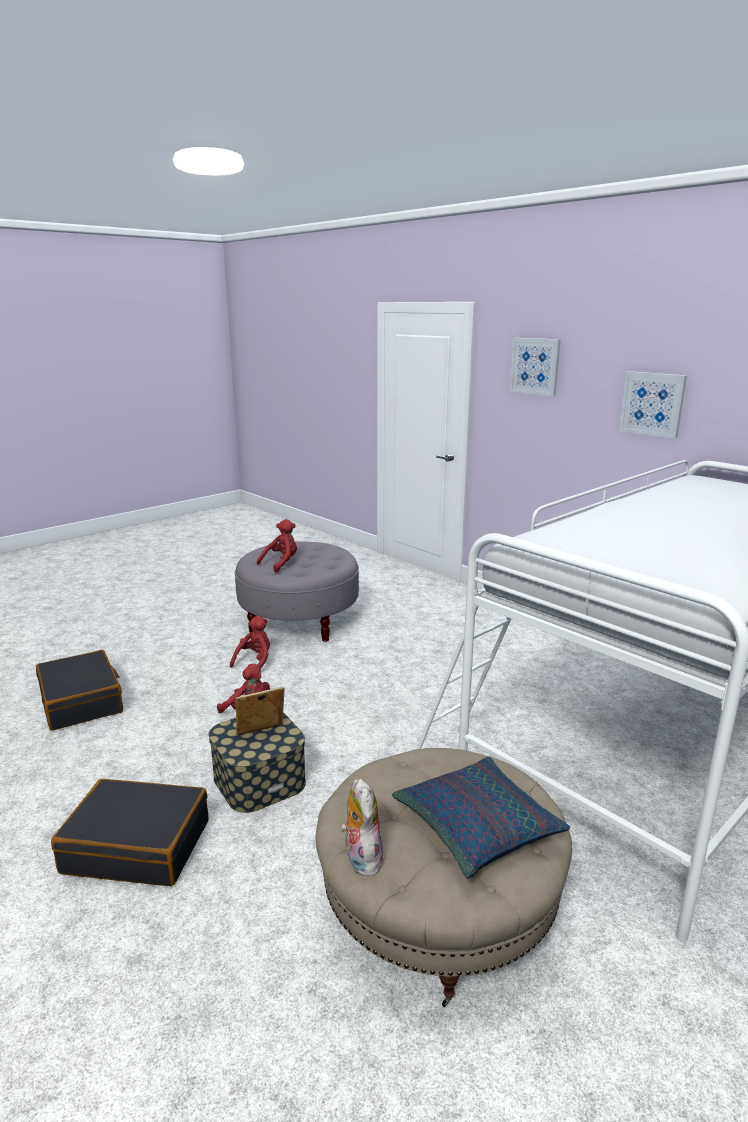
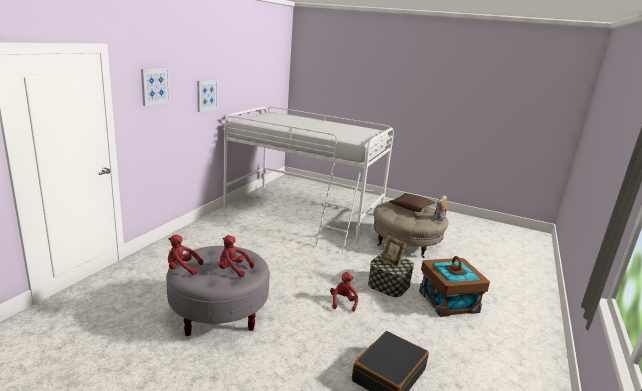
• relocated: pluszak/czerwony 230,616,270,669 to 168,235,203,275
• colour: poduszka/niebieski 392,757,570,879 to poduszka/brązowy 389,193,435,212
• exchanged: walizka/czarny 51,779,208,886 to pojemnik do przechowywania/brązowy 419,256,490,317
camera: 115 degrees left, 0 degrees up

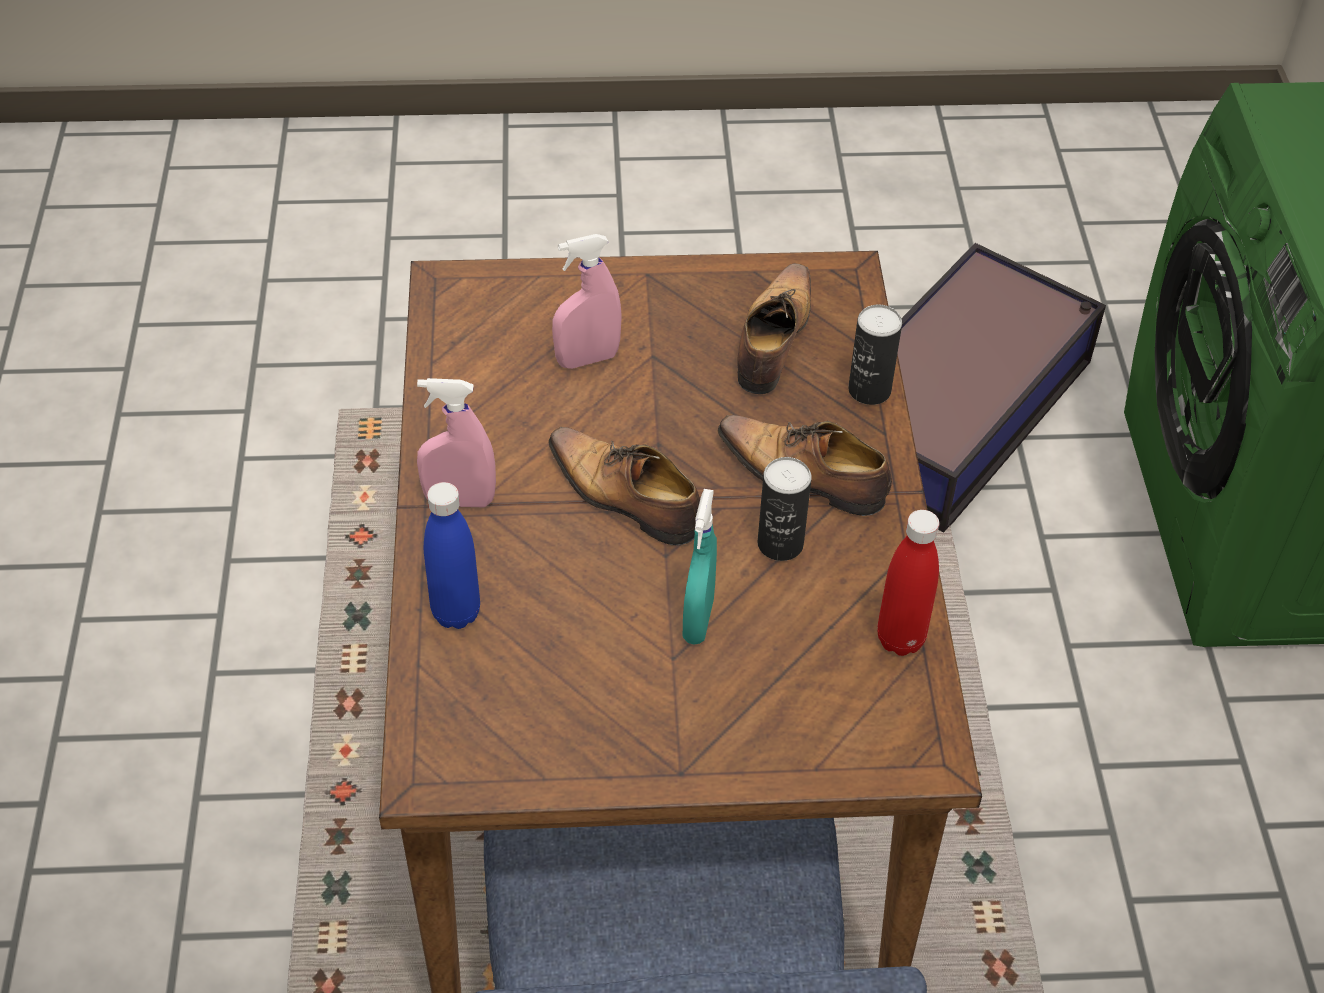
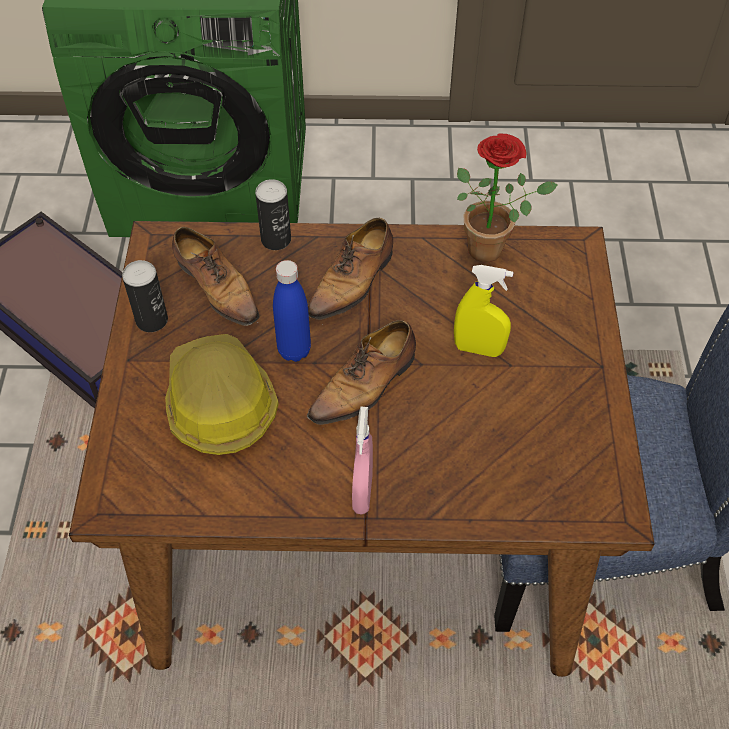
• relocated: puszka 757,457,812,561 to 122,260,168,332
• exchanged: spryskiwacz/różowy 552,234,622,369 to kask 165,334,279,455
• spun: but 737,263,811,394 = 172,227,259,326 150 degrees counterclockwise
• relocated: butelka/niebieski 424,482,480,629 to 273,260,311,362
• colour: spryskiwacz/turkusowy 683,489,717,644 to spryskiwacz/żółty 454,265,513,357
• exchanged: butelka/czerwony 877,510,939,656 to roślina doniczkowa 457,134,558,262
camera: 85 degrees left, 5 degrees up

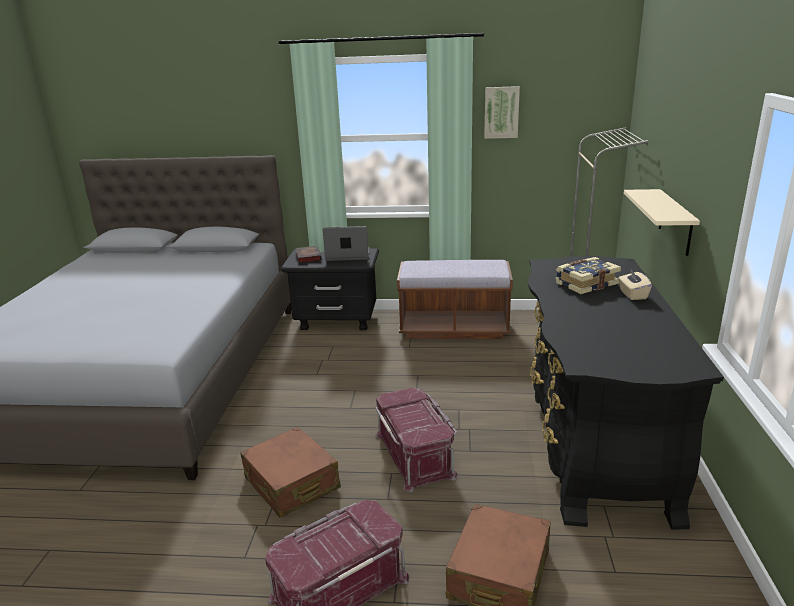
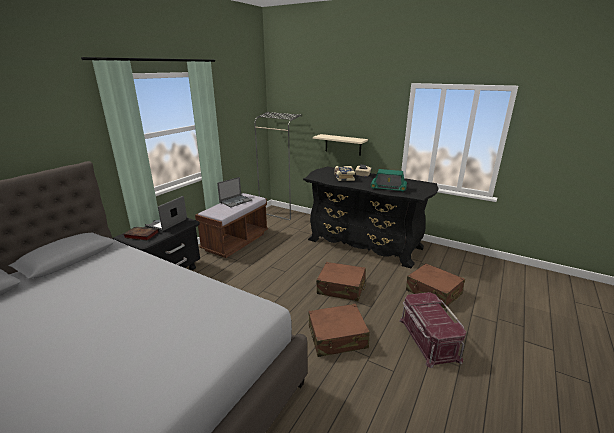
• appeared: laptop 217,177,253,207
• exchanged: pojemnik do przechowywania/czerwony 375,387,458,492 to walizka/brązowy 316,262,366,301
• appeared: radio 370,169,407,192
• missing: obraz 484,86,520,139
camera: 65 degrees left, 0 degrees up

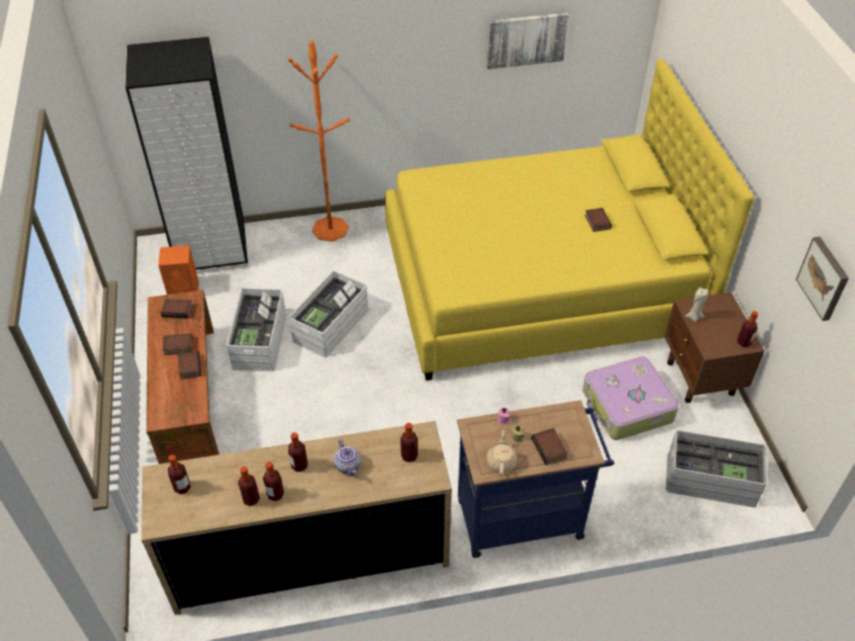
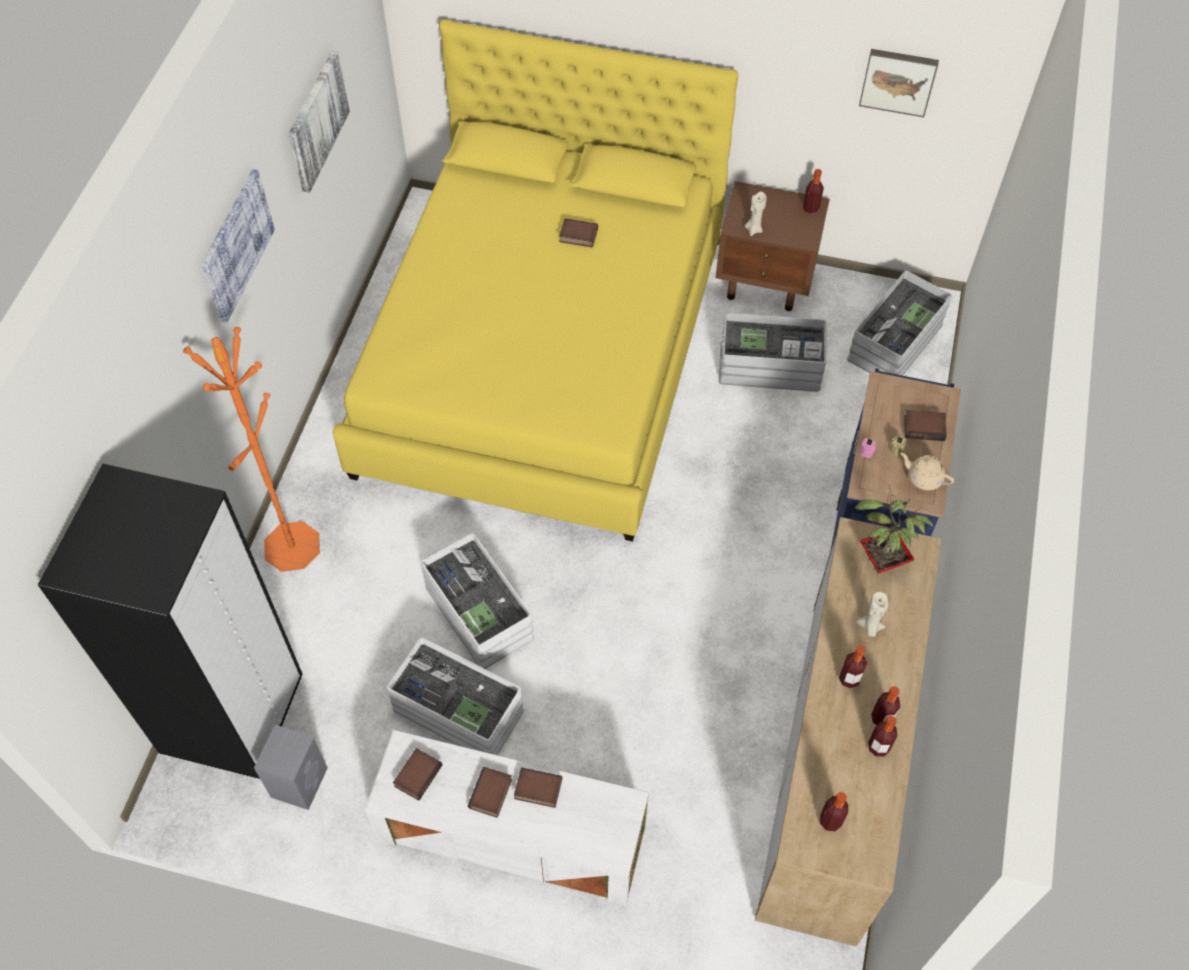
• appeared: obraz 201,169,275,323
• colour: głośnik/pomarańczowy 158,245,199,295 to głośnik/szary 254,725,328,810
• colour: ławka/brązowy 146,290,220,464 to ławka/biały 364,730,649,905
• exchanged: walizka 583,356,679,440 to pojemnik do przechowywania/szary 719,313,827,392
• exchanged: butelka 400,423,418,463 to roślina doniczkowa 855,484,933,574
• exchanged: imbryk 334,440,361,476 to świeca/beżowy 856,592,888,637
camera: 65 degrees left, 10 degrees up

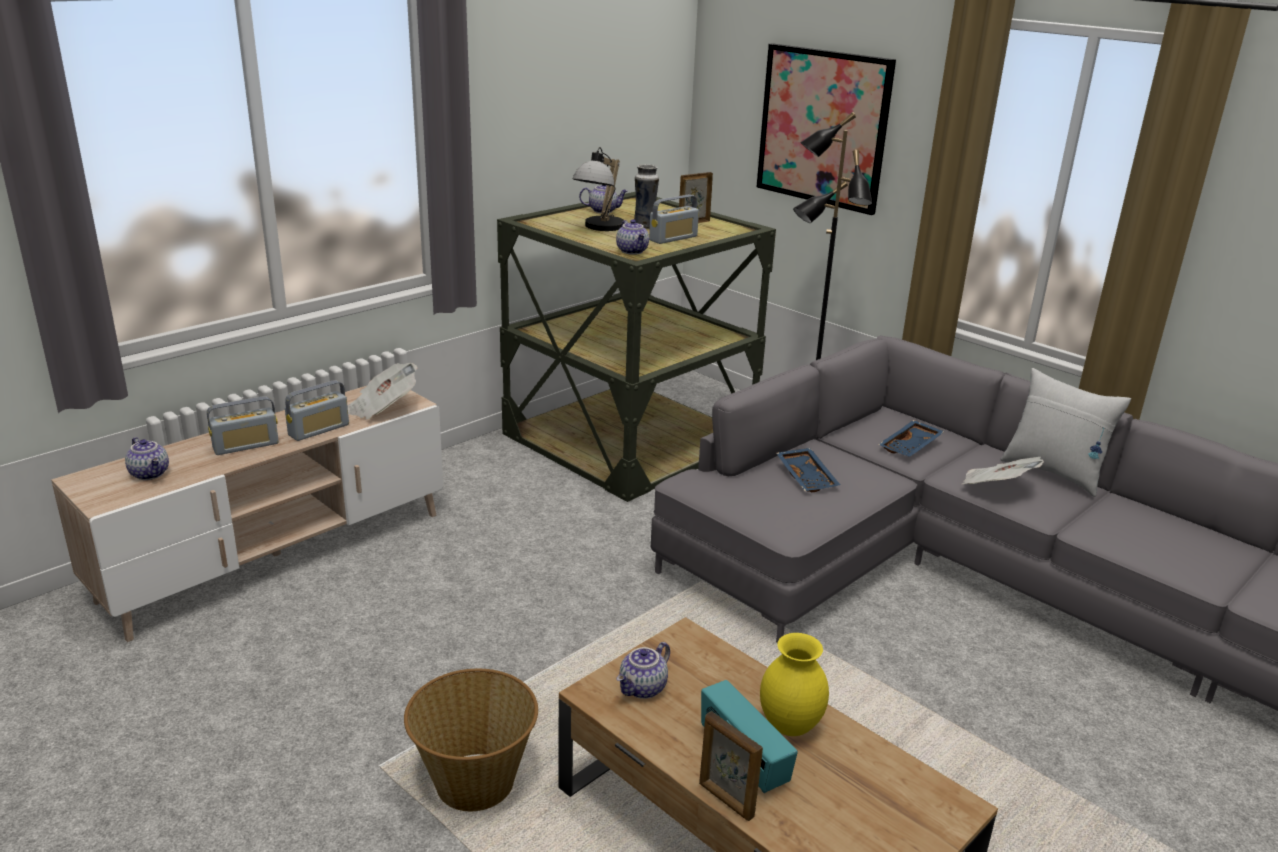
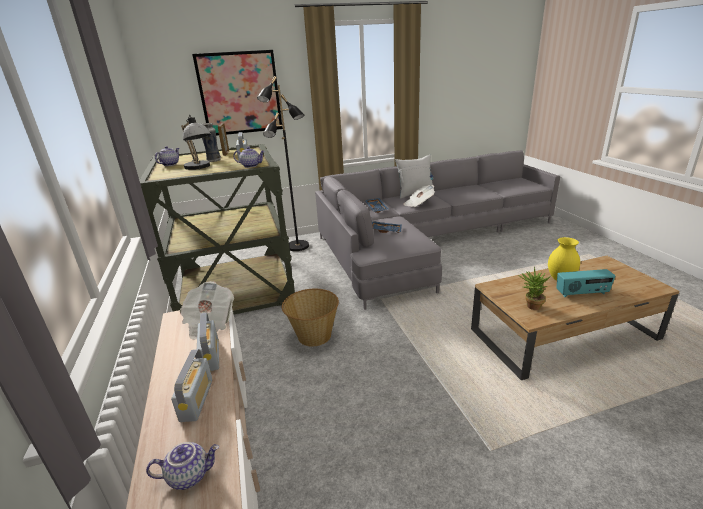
• relocated: koszyk 404,669,538,811 to 282,289,339,347
• exchanged: imbryk 617,642,670,699 to roślina doniczkowa 518,267,552,310
• missing: ramka na zdjęcie 699,711,763,821
camera: 60 degrees left, 0 degrees up

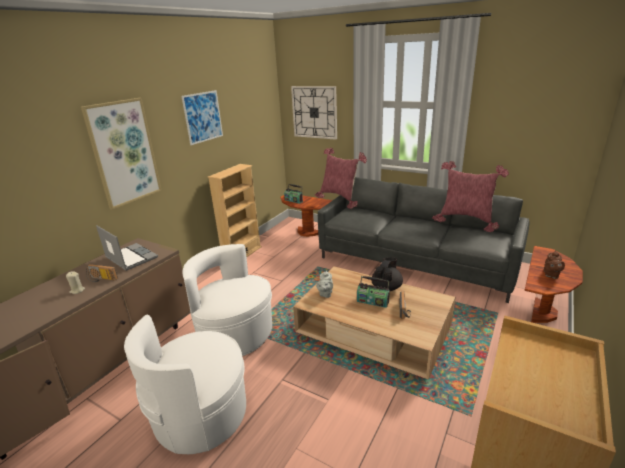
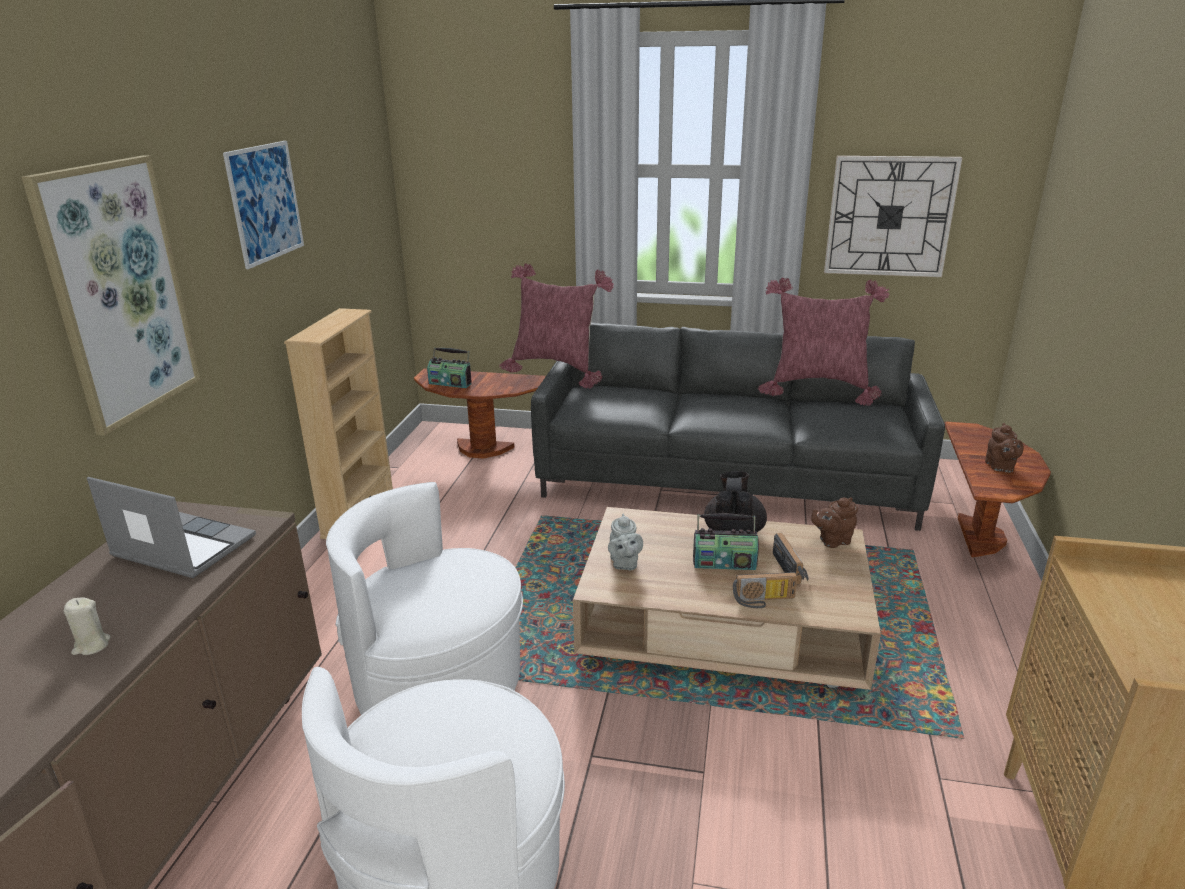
• relocated: radio 86,264,118,282 to 733,572,797,608
• appeared: imbryk/brązowy 811,497,858,548
• relocated: zegar ścienny 291,86,337,140 to 824,156,962,277
camera: 20 degrees left, 0 degrees up

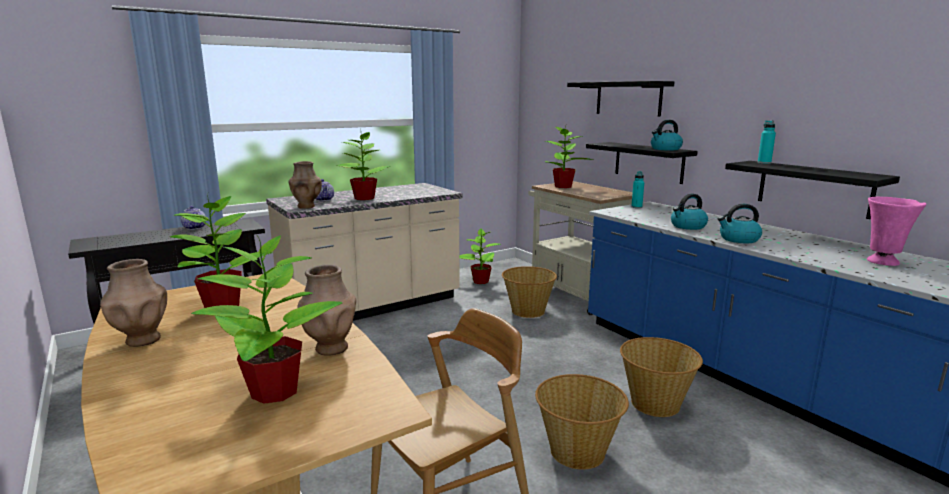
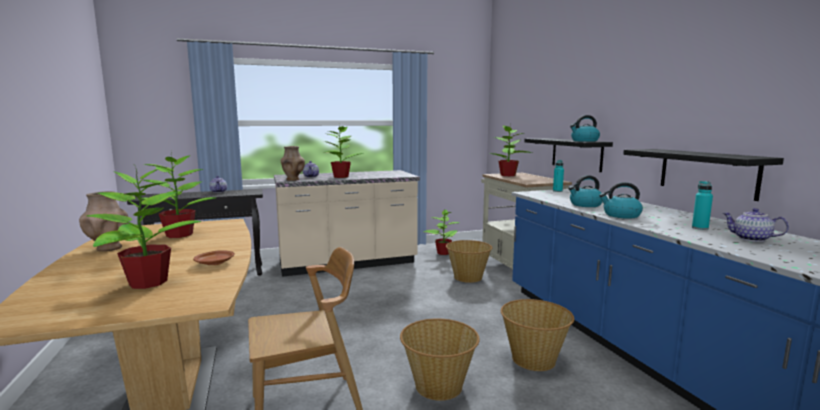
• exchanged: wazon/brązowy 298,265,356,356 to talerz/brązowy 193,250,235,265
• relocated: butelka/turkusowy 758,120,776,164 to 692,181,713,230
• exchanged: wazon/różowy 867,196,927,266 to imbryk 723,208,789,242
• missing: półka/czarny 567,81,674,117
camera: 15 degrees right, 5 degrees down

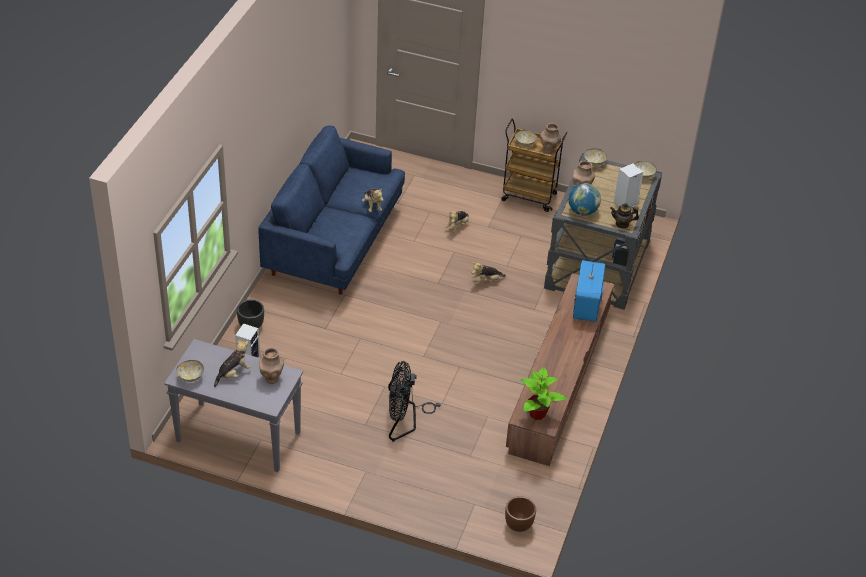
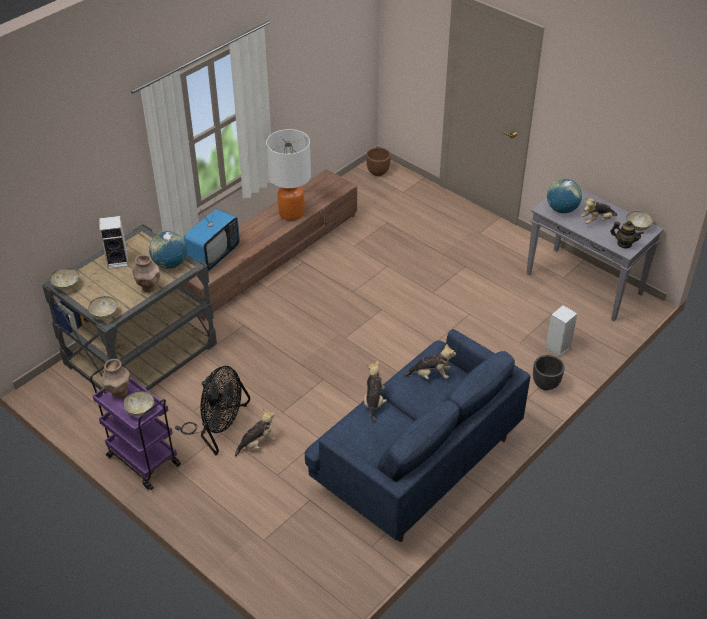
• colour: wózek/brązowy 501,119,568,212 to wózek/fioletowy 90,366,181,490
• relocated: wentylator/czarny 388,361,440,442 to 175,366,250,456
• appeared: lampa stołowa 266,129,311,221
• relocated: pluszak 472,262,506,285 to 404,343,456,379
• exchanged: wazon/brązowy 259,348,284,384 to globus 547,179,582,213
• relocated: imbryk 610,203,639,228 to 610,221,644,248
• missing: roślina doniczkowa 520,367,568,420
camera: 155 degrees left, 0 degrees up

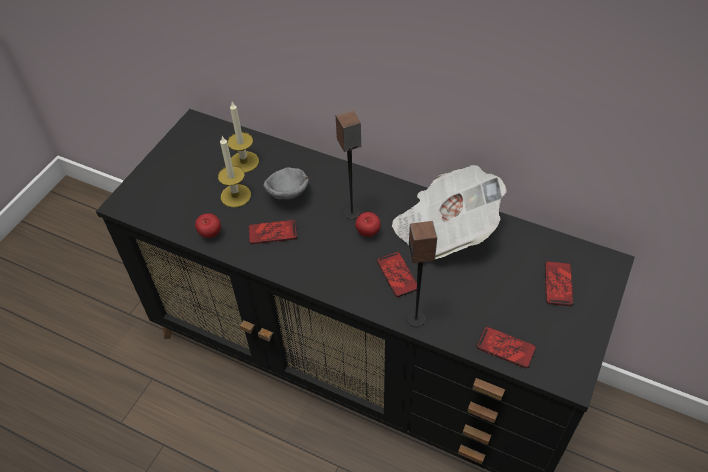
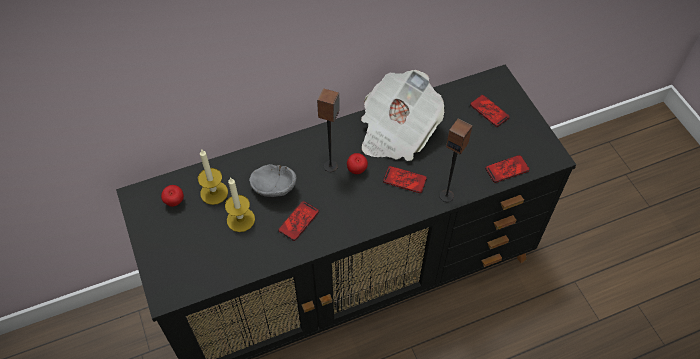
• relocated: jabłko 195,213,221,238 to 161,185,184,207
camera: 50 degrees left, 5 degrees up

